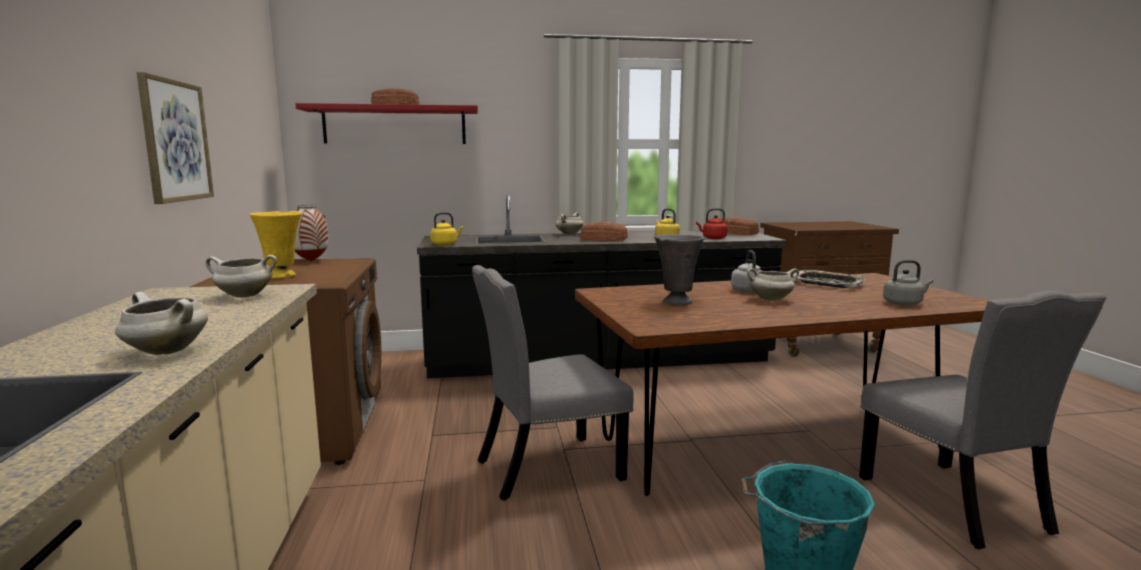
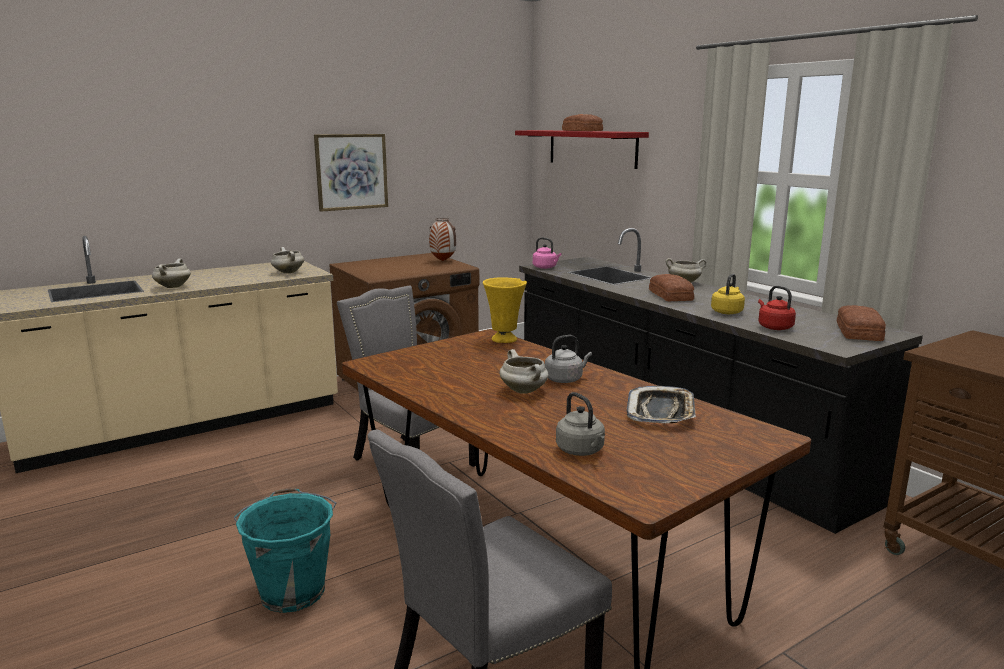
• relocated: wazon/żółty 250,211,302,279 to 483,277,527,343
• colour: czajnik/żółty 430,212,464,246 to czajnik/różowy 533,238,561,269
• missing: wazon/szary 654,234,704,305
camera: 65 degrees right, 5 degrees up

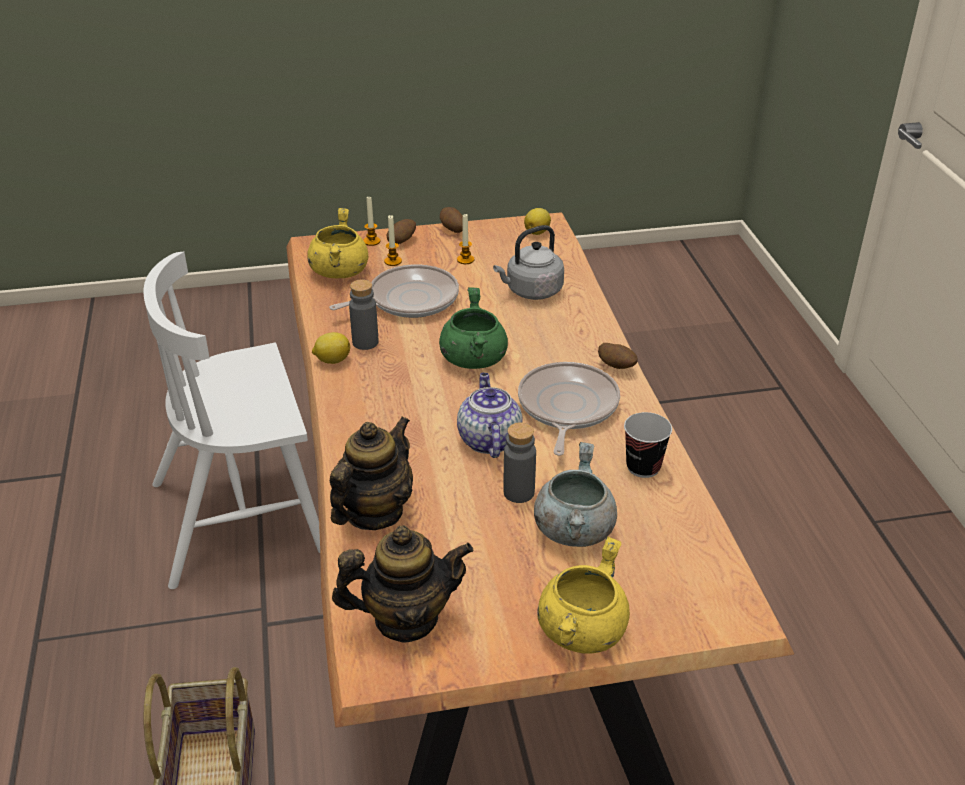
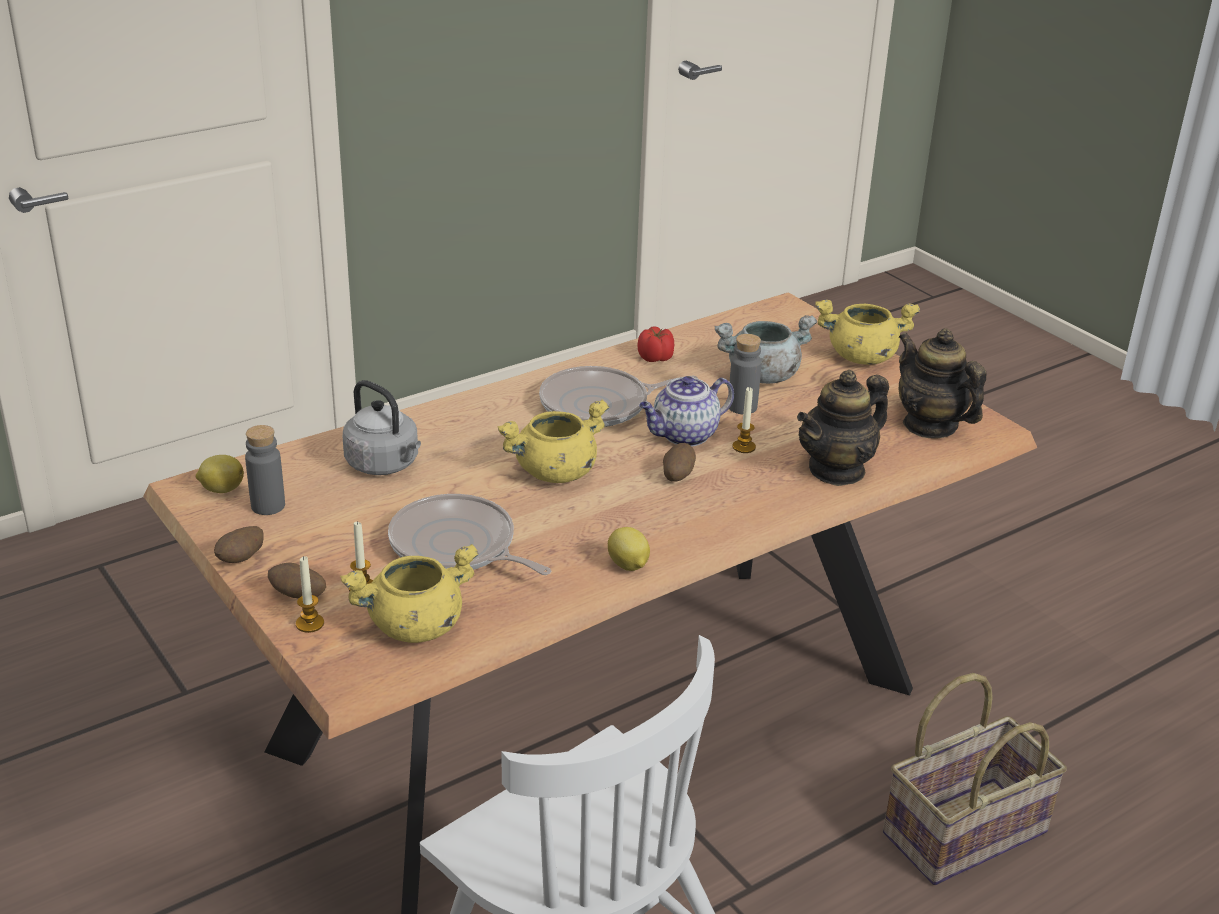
• relocated: butelka/szary 349,279,379,350 to 245,425,285,515
• colour: garnek/zielony 439,287,508,369 to garnek/żółty 497,400,609,483
• exchanged: filiżanka 624,412,672,478 to pomidor 637,326,674,362
• relocated: ziemniak 598,343,638,369 to 663,443,696,482
• relocated: świeca 457,214,474,264 to 732,387,756,453
• spun: imbryk 330,416,413,530 = 797,370,889,486 45 degrees counterclockwise
camera: 115 degrees left, 5 degrees down

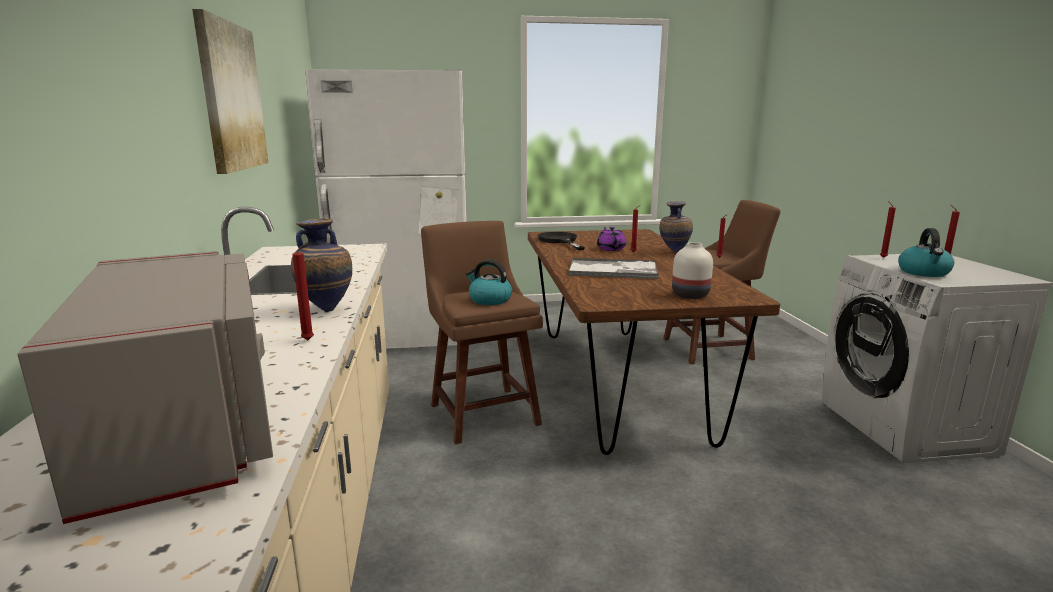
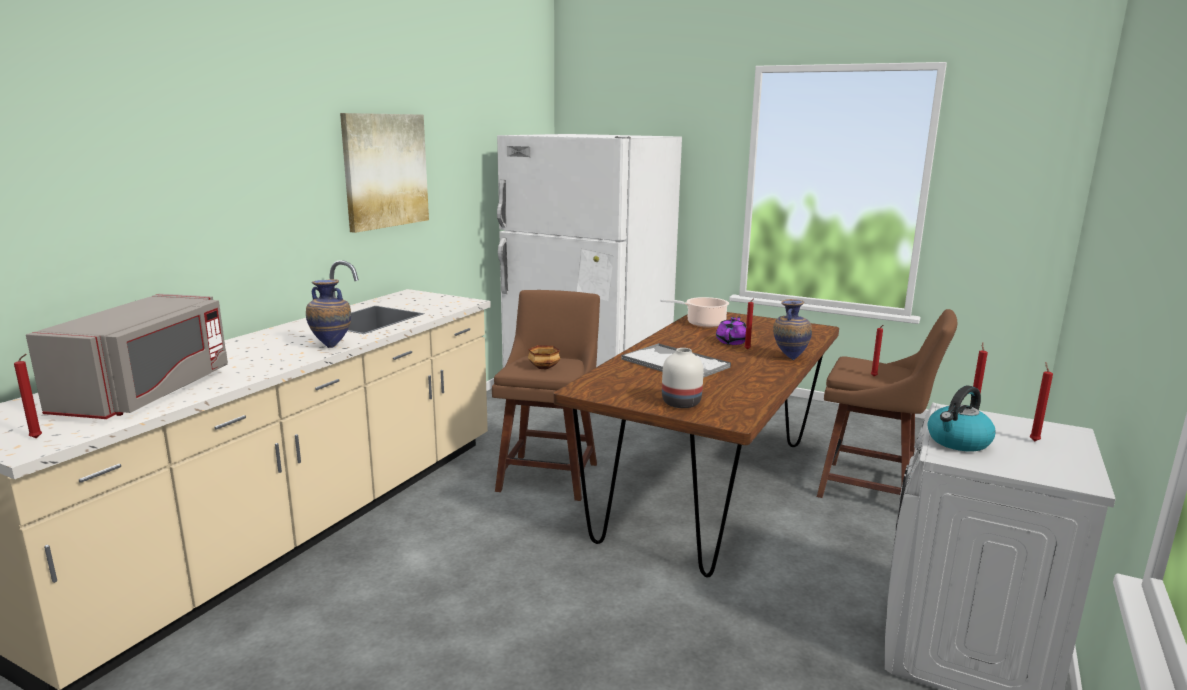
• relocated: świeca/czerwony 292,242,314,340 to 14,354,42,438
• exchanged: czajnik 466,260,512,305 to miska 528,345,560,369
• exchanged: patelnia/czarny 538,232,585,250 to garnek 660,297,729,328
camera: 35 degrees right, 0 degrees up

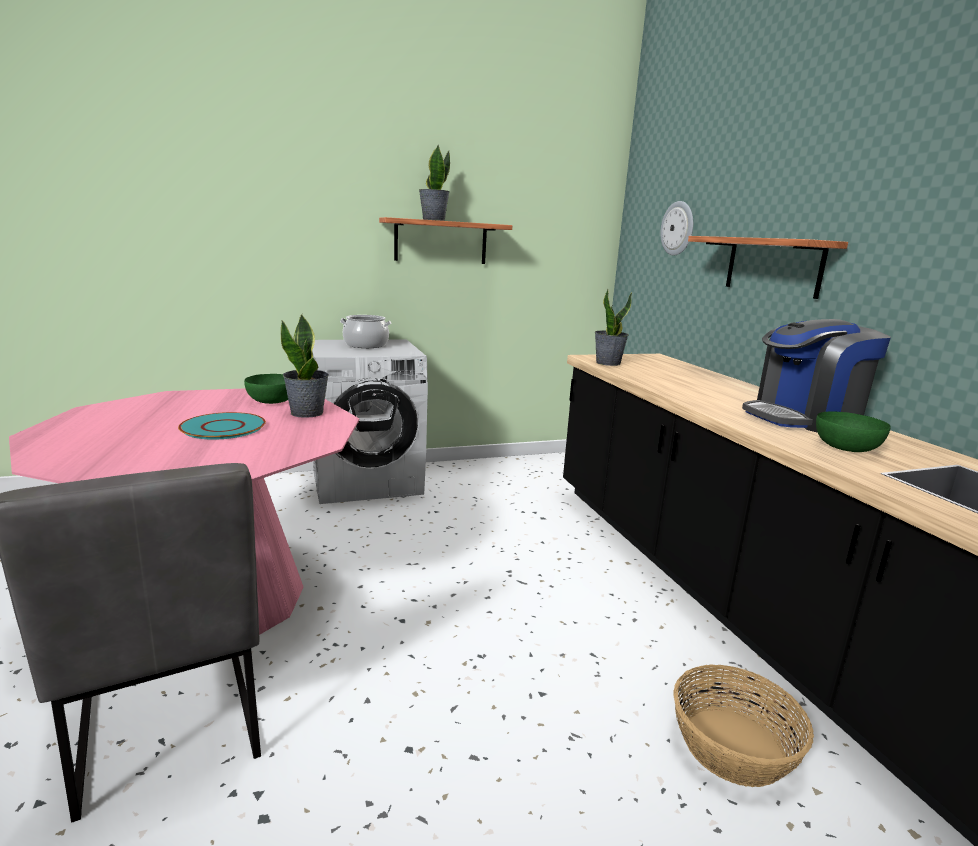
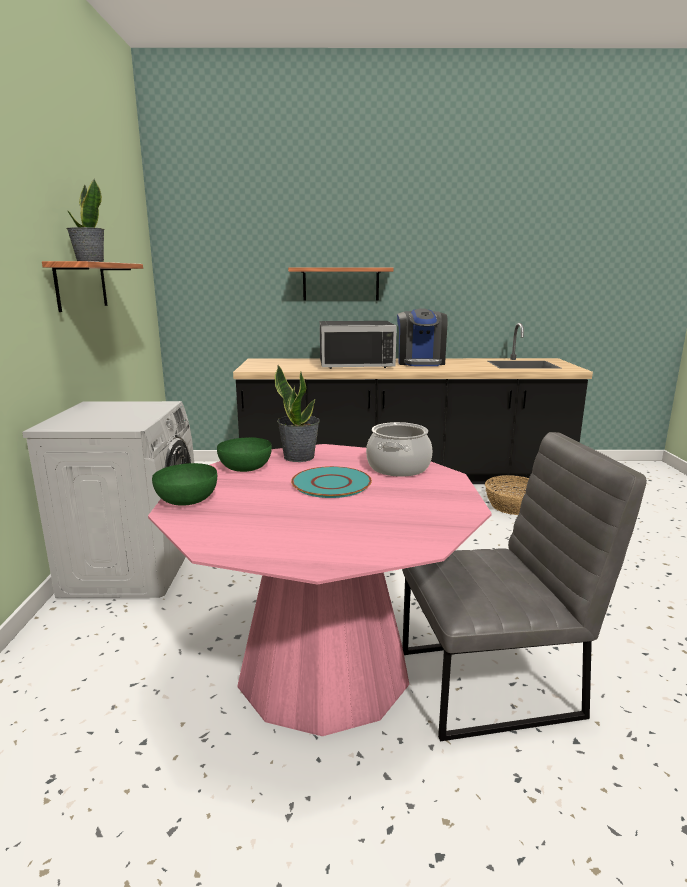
• relocated: miska/zielony 816,412,891,452 to 152,463,217,506
• appeared: mikrofalówka/czarny 320,321,397,369
• relocated: garnek 340,315,392,348 to 366,422,432,477
• missing: roślina doniczkowa 595,288,632,366
• missing: zegar ścienny 660,201,693,256
camera: 70 degrees left, 0 degrees up

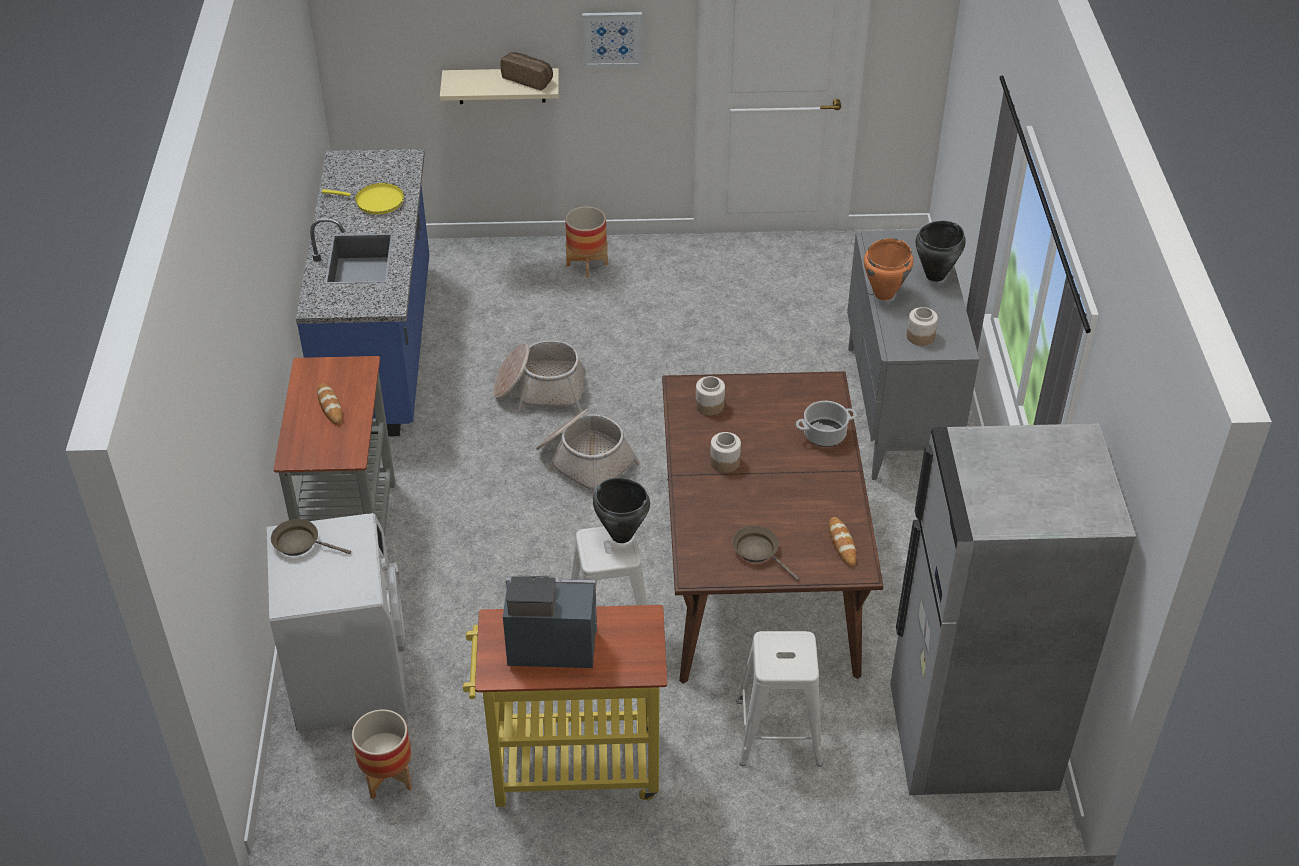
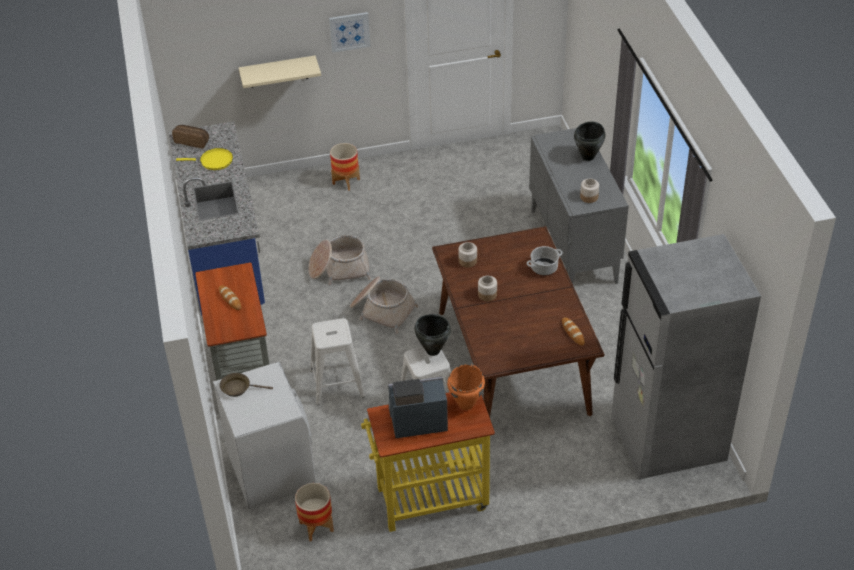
• relocated: chleb 501,52,553,90 to 172,125,209,148
• relocated: stołek/biały 736,631,823,766 to 310,318,365,405
• relocated: garnek/pomarańczowy 864,238,913,300 to 447,364,485,410
• missing: patelnia/brązowy 732,526,799,581
camera: 10 degrees left, 0 degrees up

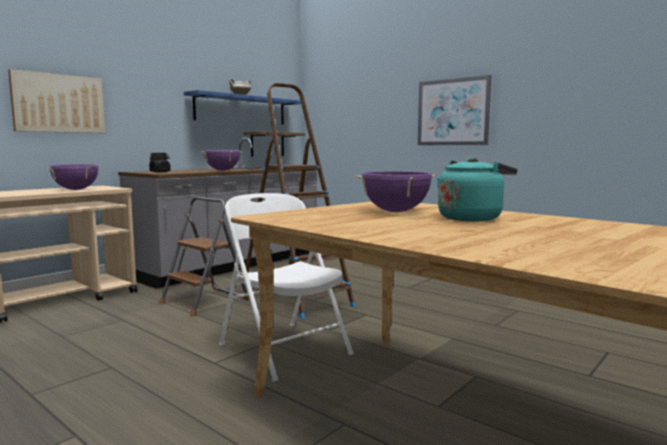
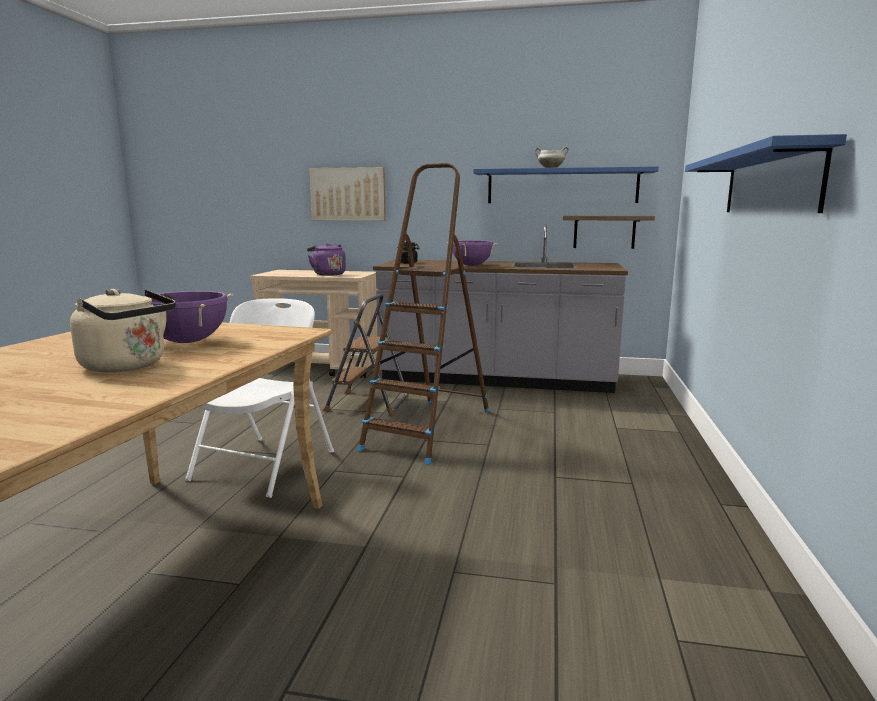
• colour: czajnik/turkusowy 437,157,517,221 to czajnik/beżowy 70,289,176,372
• exchanged: garnek/fioletowy 46,164,100,190 to czajnik/fioletowy 307,243,346,276
• exchanged: obraz 418,75,491,145 to półka/niebieski 685,134,847,213
camera: 60 degrees right, 5 degrees up

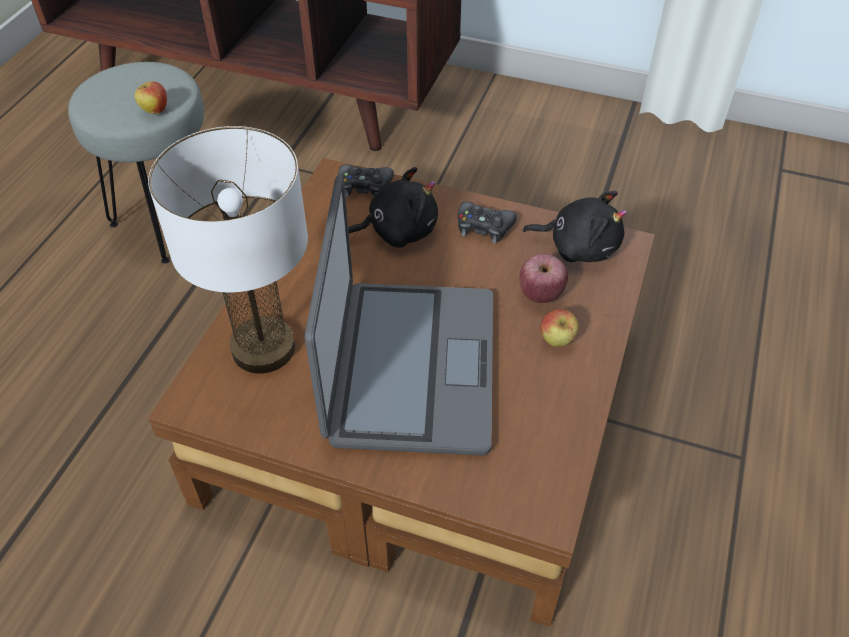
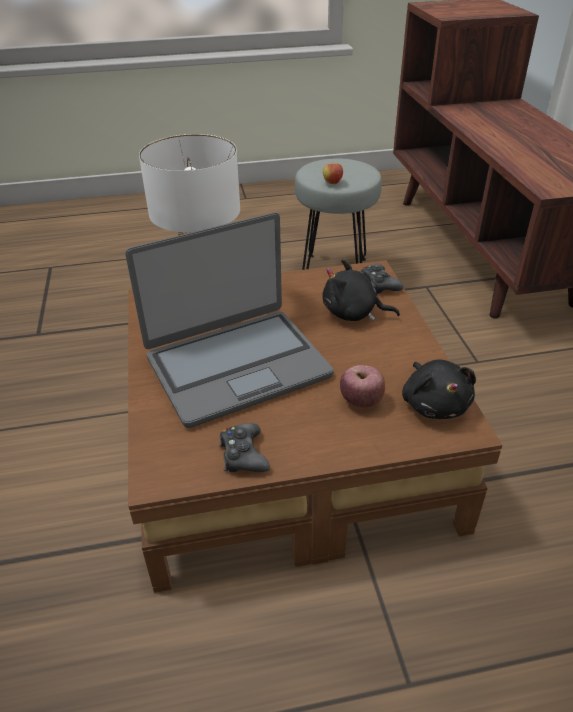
• relocated: pad do gier/czarny 458,201,517,244 to 219,423,270,472
• spun: pluszak/czarny 348,167,438,248 = 322,259,400,321 150 degrees clockwise
• missing: jabłko 541,309,579,346
camera: 60 degrees right, 10 degrees down

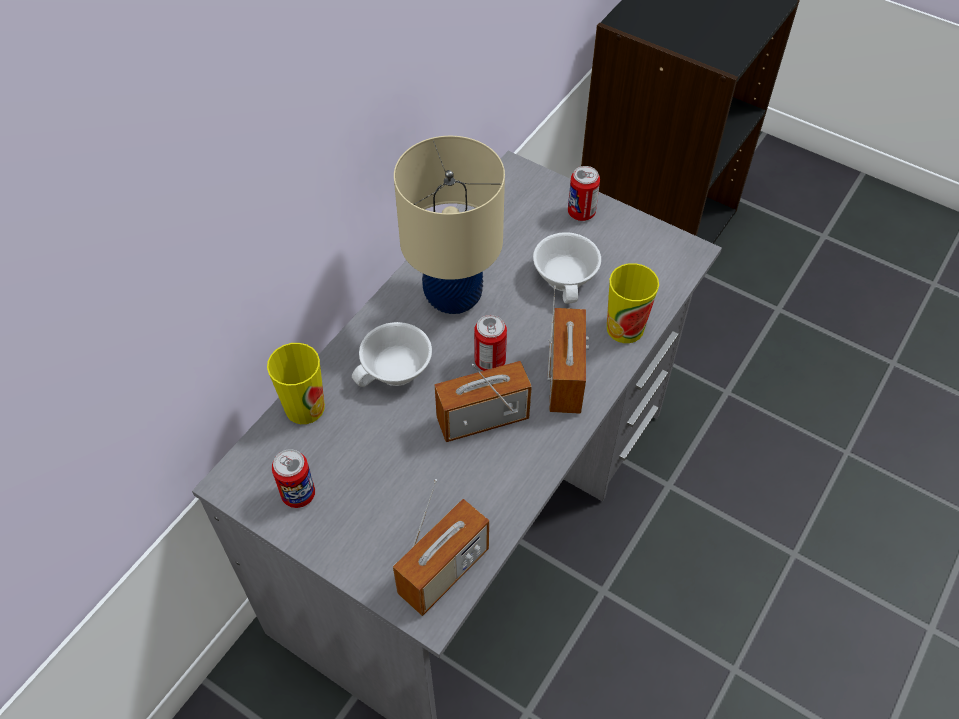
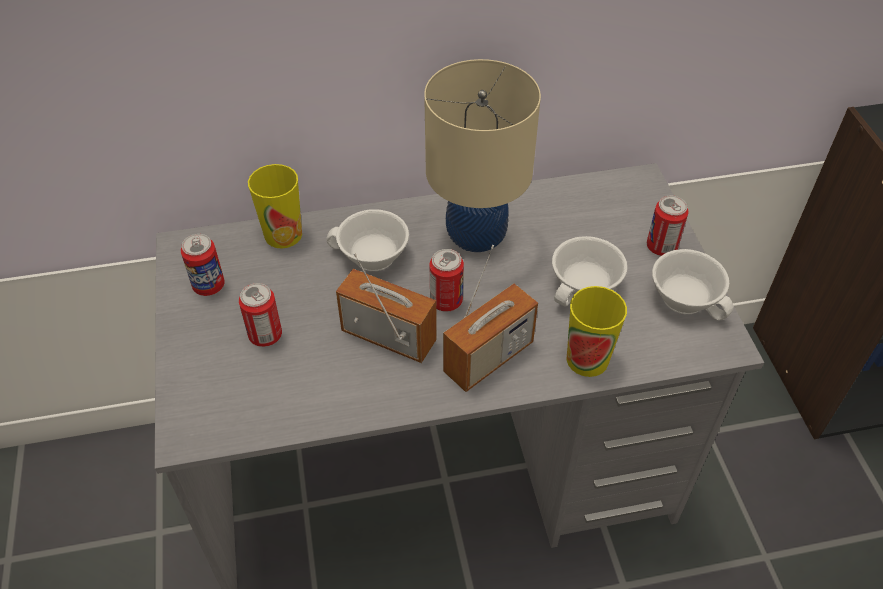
• appeared: puszka 239,283,282,347
• appeared: filiżanka/biały 652,249,734,320
• missing: radio 393,479,489,616
camera: 45 degrees right, 5 degrees down

